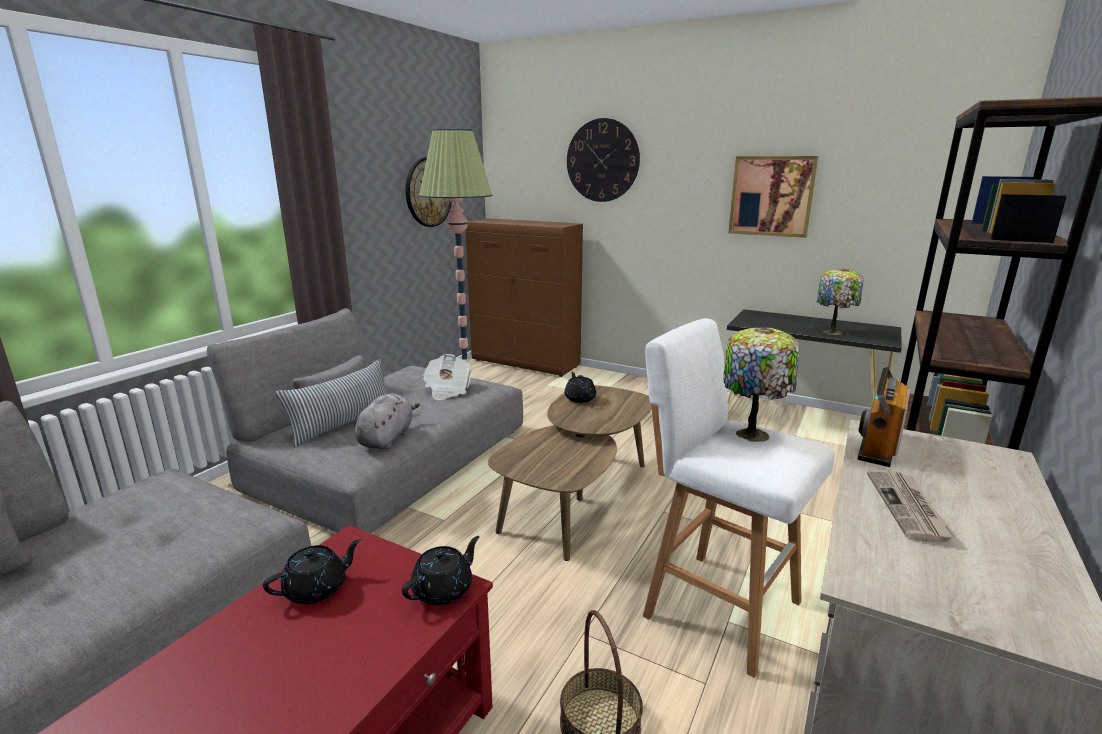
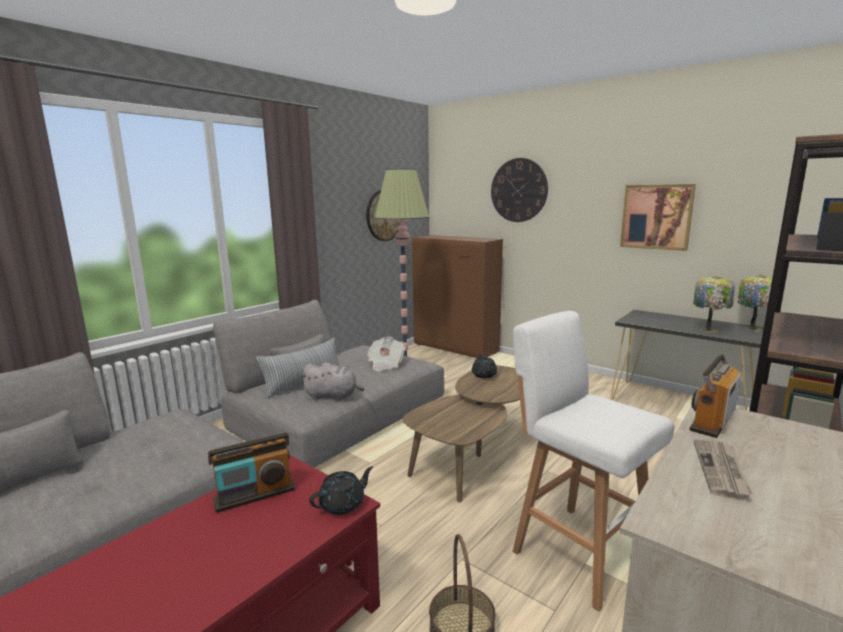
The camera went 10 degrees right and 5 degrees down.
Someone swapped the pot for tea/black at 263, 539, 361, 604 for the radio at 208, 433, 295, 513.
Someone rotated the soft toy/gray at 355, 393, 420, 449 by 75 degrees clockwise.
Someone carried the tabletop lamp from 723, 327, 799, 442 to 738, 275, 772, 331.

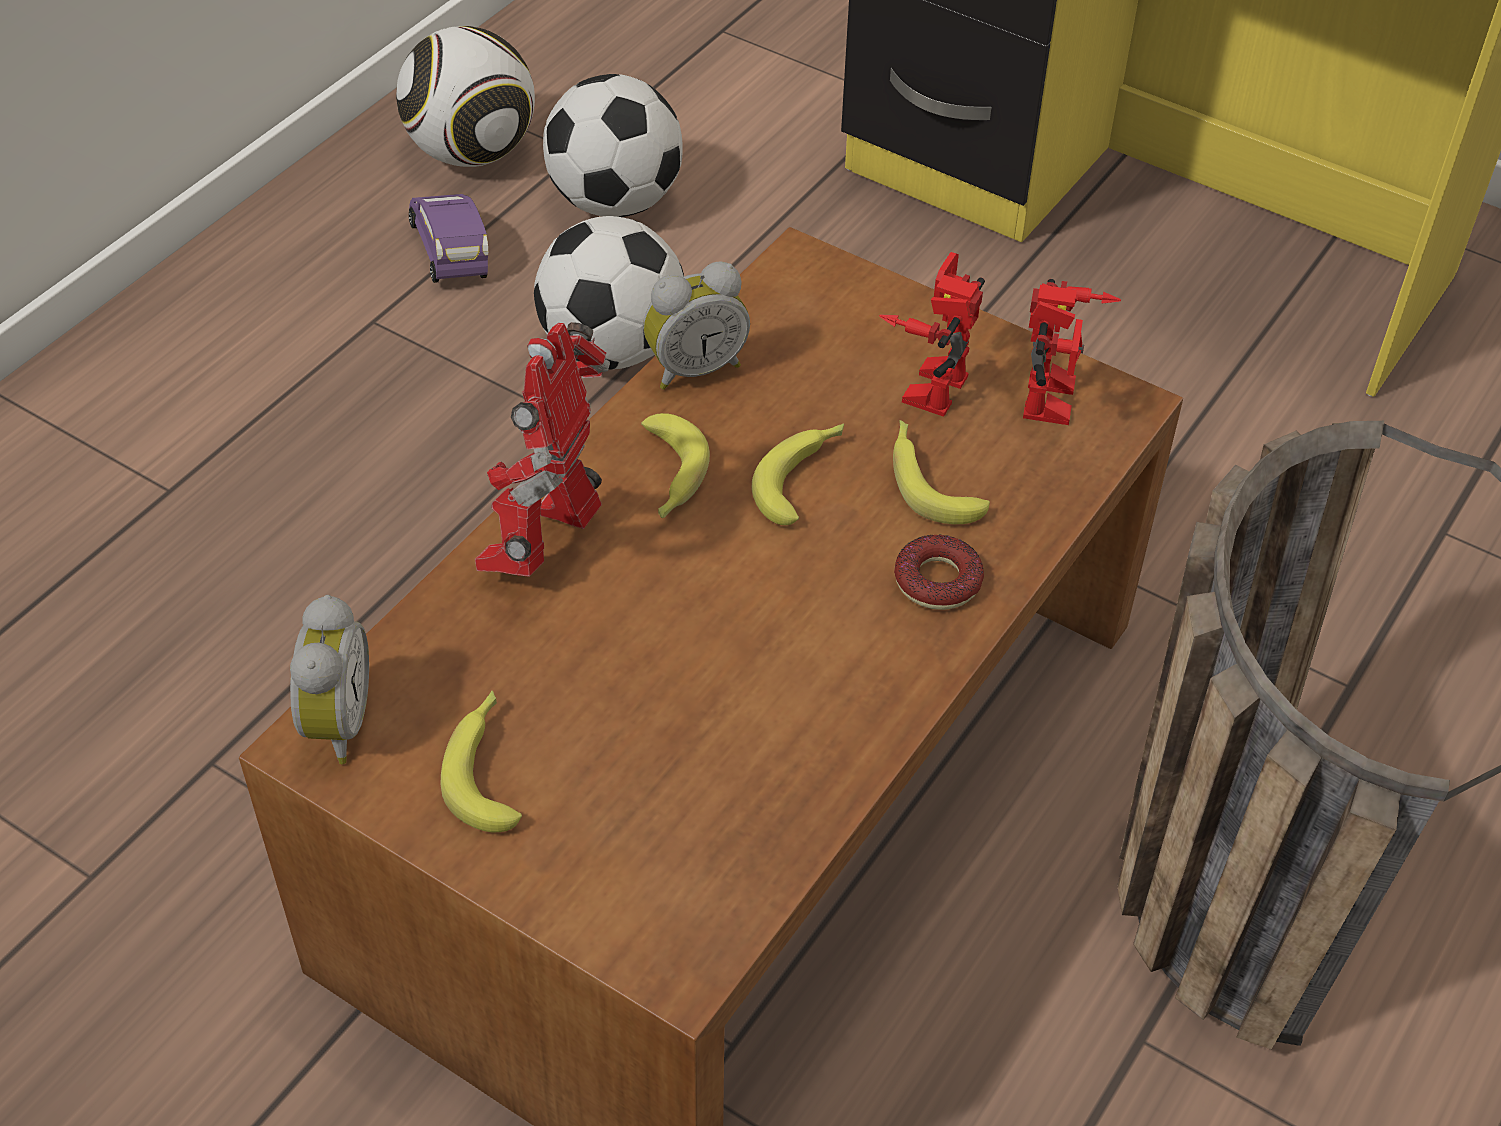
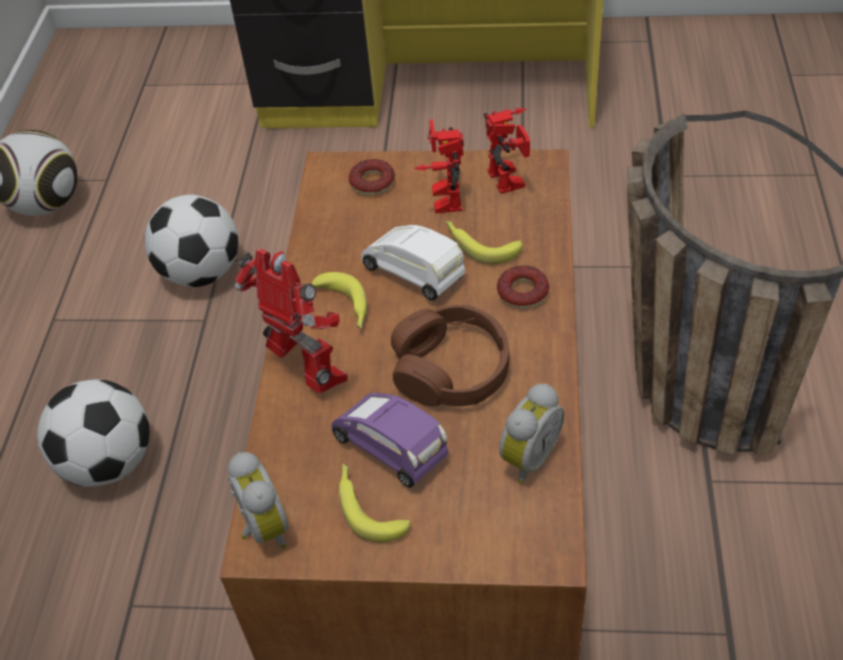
The camera went 25 degrees left and 0 degrees up.
Someone carried the football ball from 543, 74, 683, 217 to 37, 379, 150, 487.
Someone rotated the model robot at 475, 322, 610, 577 by 135 degrees clockwise.
Someone carried the toy car/purplish from 409, 194, 488, 283 to 331, 393, 448, 488.
Someone put down the ring doughnut at 349, 159, 395, 196.
Someone swapped the whole banana at 751, 424, 844, 525 for the toy car/white at 361, 225, 465, 301.
Someone put down the pair of headphones/brown-coloured at 391, 305, 510, 406.
Someone carried the table clock from 643, 261, 750, 390 to 499, 384, 564, 484.

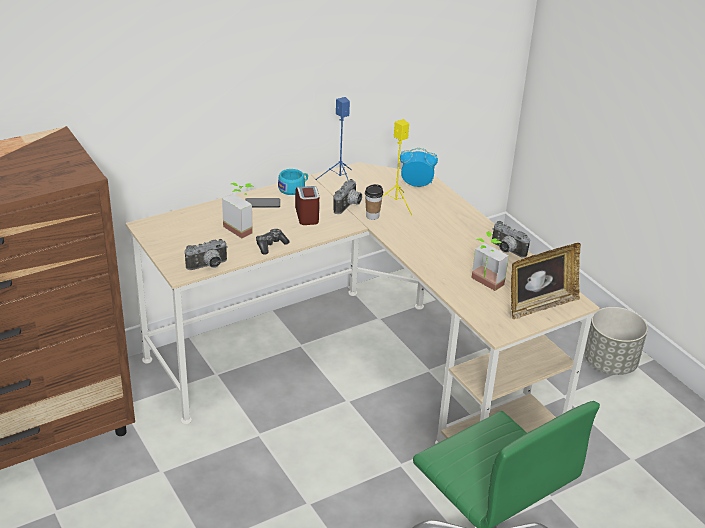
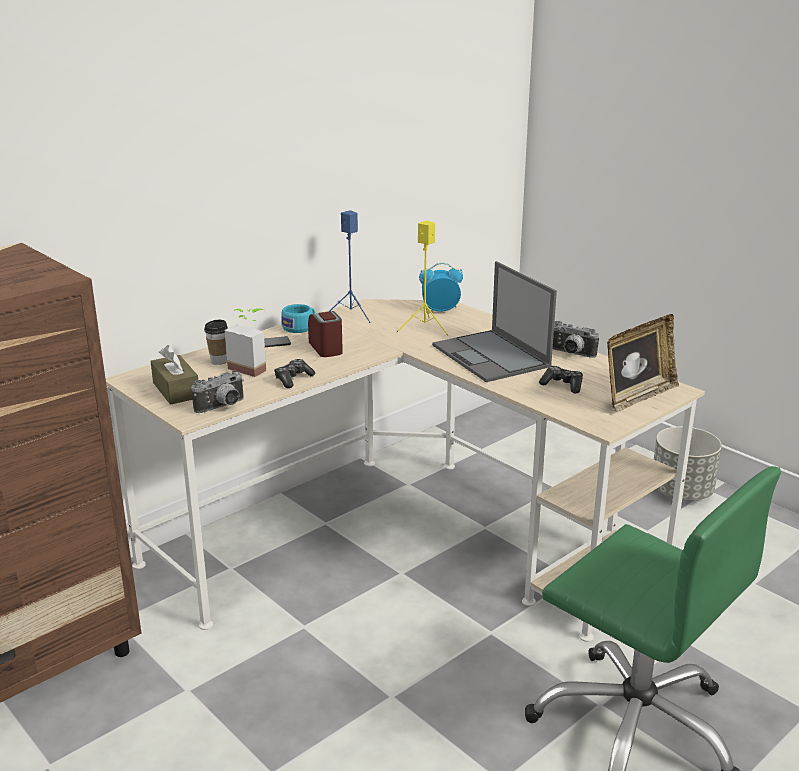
The camera went 10 degrees left and 10 degrees down.
Someone put down the tissue holder/brown-coloured at 151, 345, 198, 405.
Someone carried the small cup from 365, 184, 383, 220 to 204, 320, 228, 365.
Someone put down the portable computer at 432, 261, 557, 382.
Someone swapped the plant in a pot at 471, 231, 509, 291 for the joypad at 539, 366, 583, 394.
Someone took away the photo camera at 333, 179, 362, 214.

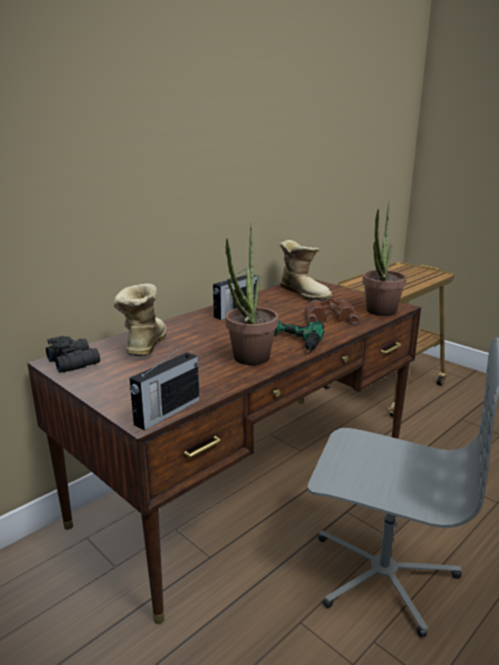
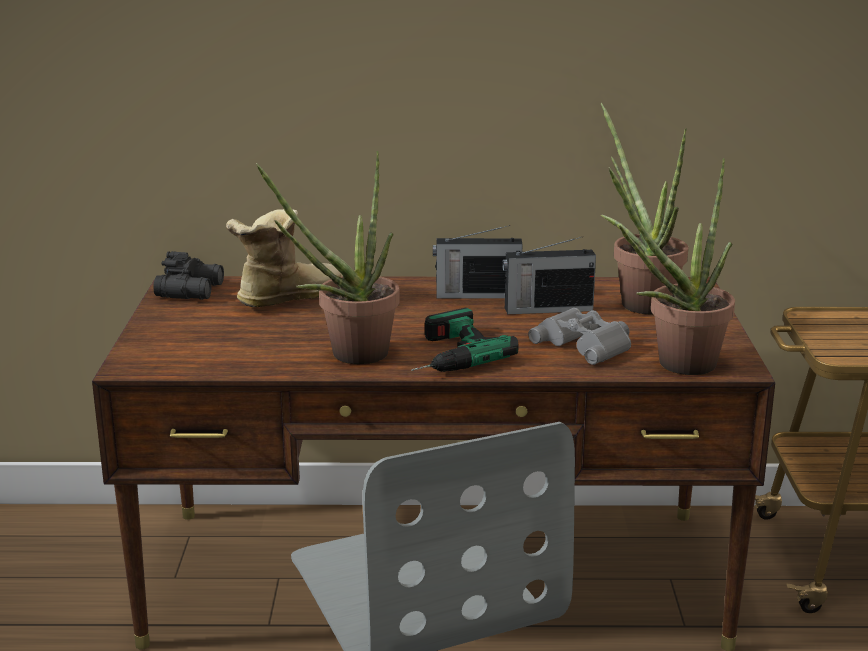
The camera went 45 degrees right and 0 degrees up.
Someone carried the radio from 130, 344, 200, 430 to 502, 237, 596, 314.
Someone repainted the field glasses/brown-coloured at 305, 298, 358, 324, which became the field glasses/gray at 528, 308, 631, 365.
Someone swapped the boot at 279, 240, 332, 302 for the plant in a pot at 601, 103, 688, 314.

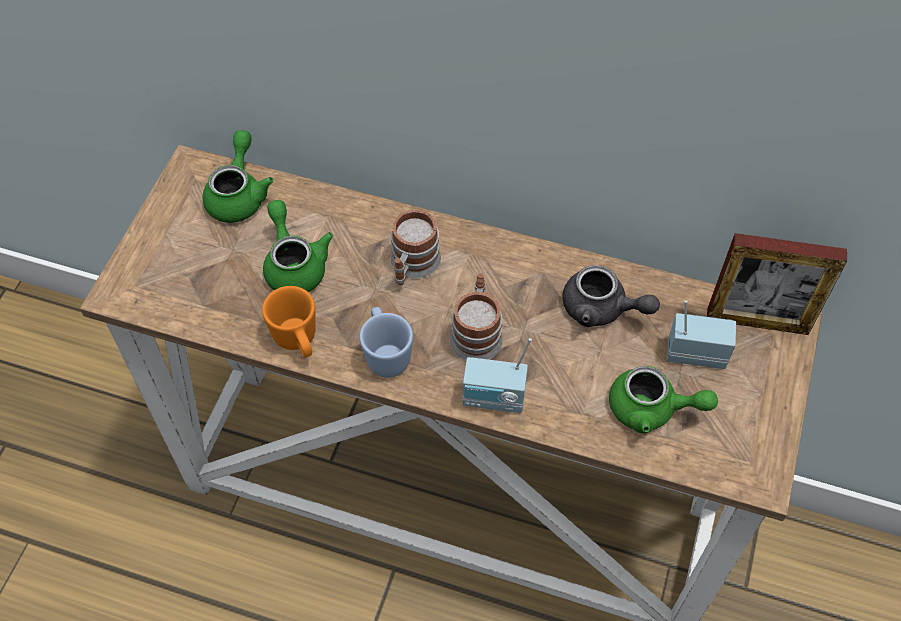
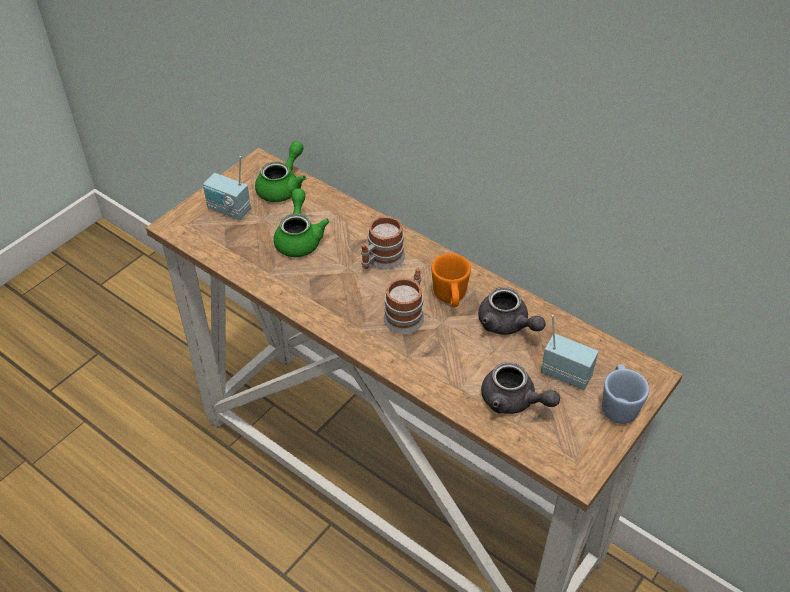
The camera went 20 degrees right and 10 degrees down.
Someone carried the radio from 463, 338, 532, 413 to 203, 156, 251, 220.
Someone carried the tea mug/orange-coloured from 262, 286, 316, 358 to 431, 253, 471, 307.
Someone repainted the pot for tea/greenish at 609, 366, 718, 433, which became the pot for tea/gray at 481, 362, 560, 414.
Someone carried the tea mug/bluish from 359, 307, 413, 378 to 602, 364, 649, 424.
Someone took away the standing frame at 707, 233, 847, 335.

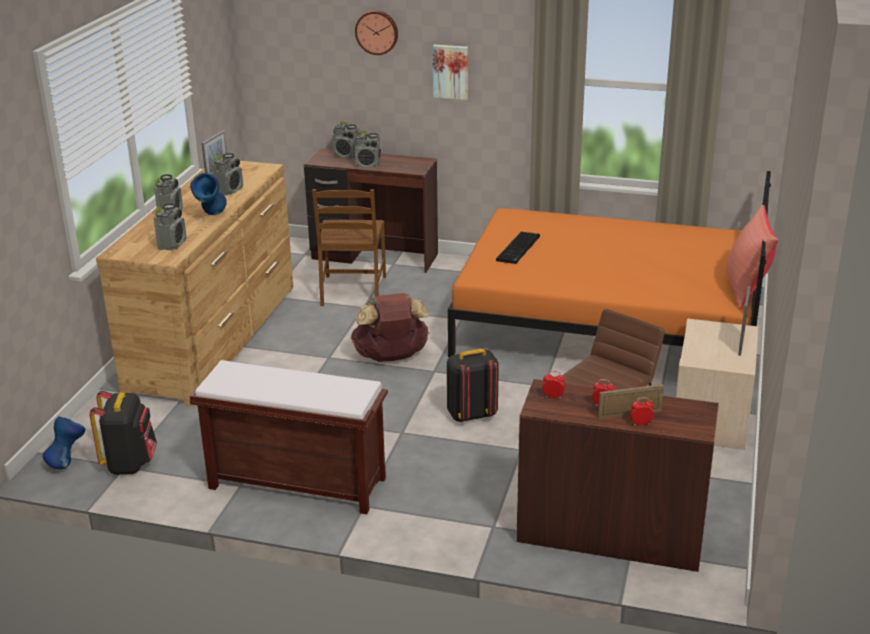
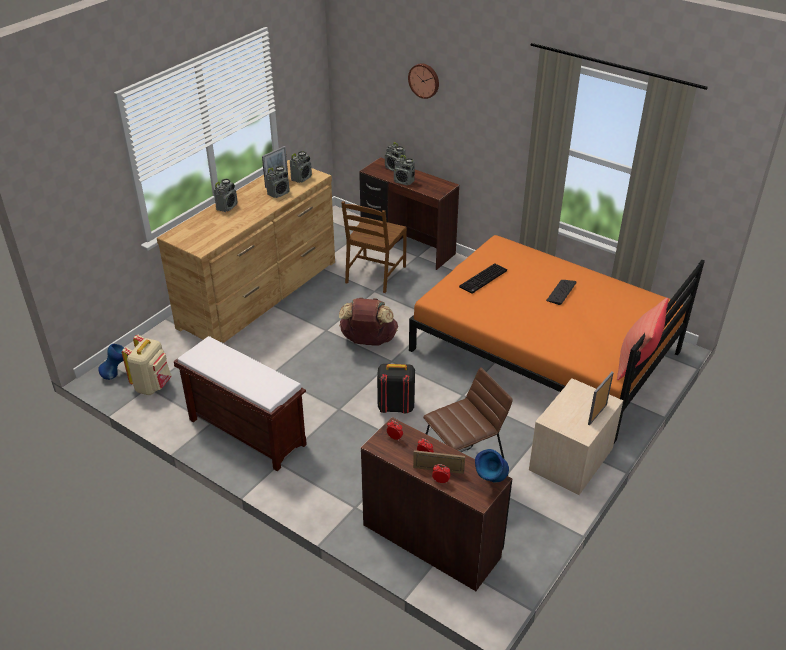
The camera went 20 degrees right and 10 degrees up.
Someone repainted the rucksack/black at 90, 391, 157, 475, which became the rucksack/sand-coloured at 122, 335, 172, 395.
Someone carried the radio from 154, 203, 187, 250 to 290, 151, 312, 183.
Someone carried the flower vase/bluish from 190, 173, 227, 215 to 475, 449, 509, 483.
Someone put down the keyboard at 546, 280, 577, 305.
Someone took away the wall art at 433, 45, 468, 100.

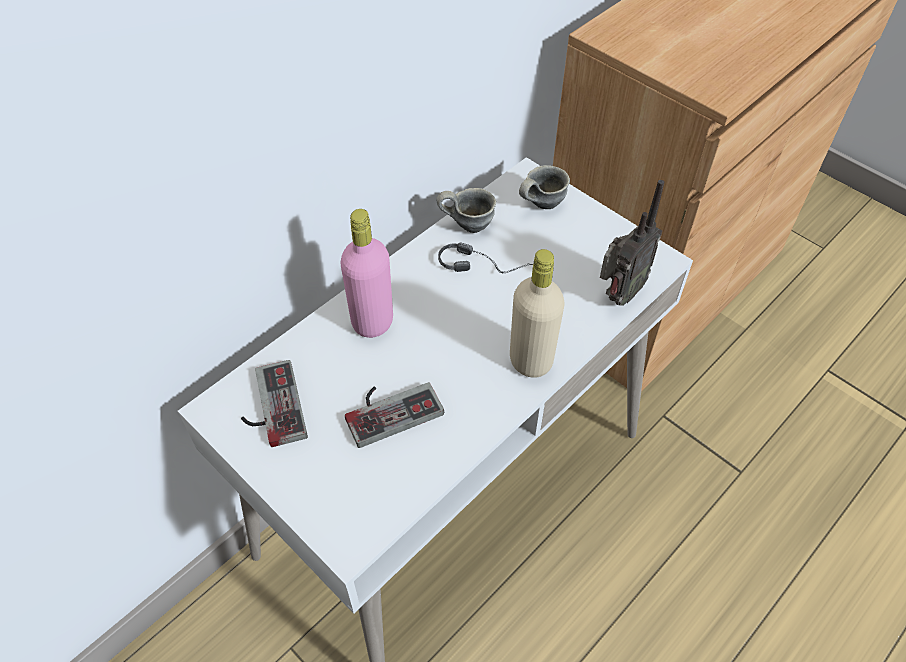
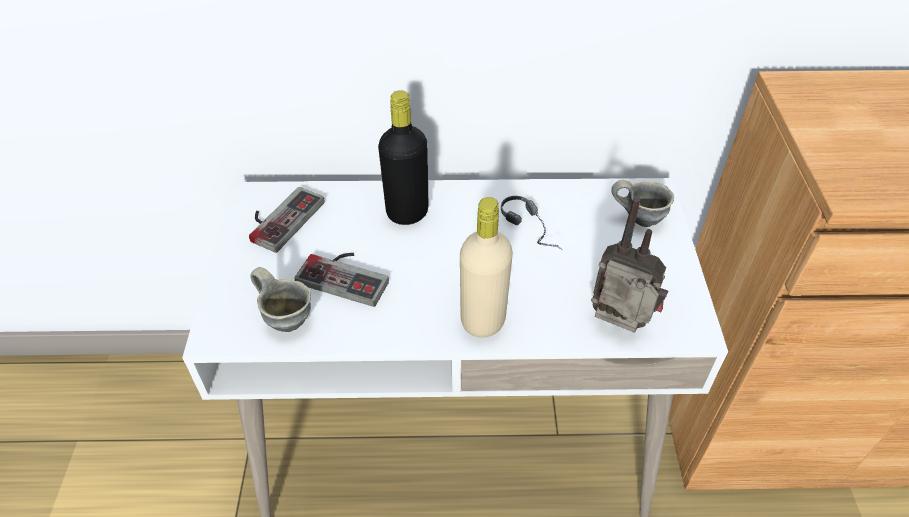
The camera went 45 degrees right and 5 degrees down.
Someone carried the tea mug/gray from 436, 188, 496, 233 to 250, 267, 311, 332.
Someone repainted the bottle/pink at 340, 209, 393, 338, which became the bottle/black at 378, 91, 428, 225.
Someone rotated the radio at 600, 180, 664, 306 by 150 degrees counterclockwise.

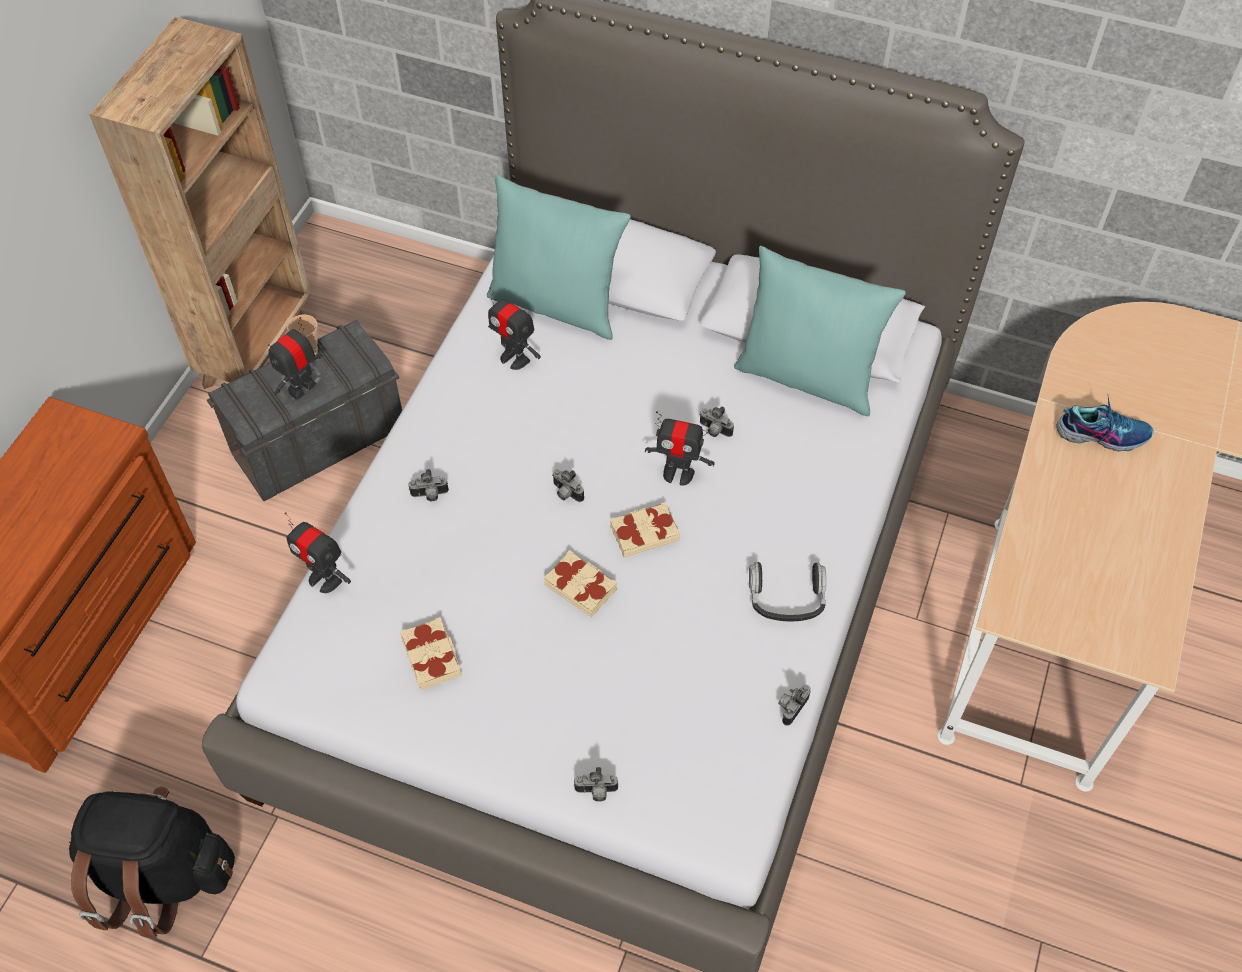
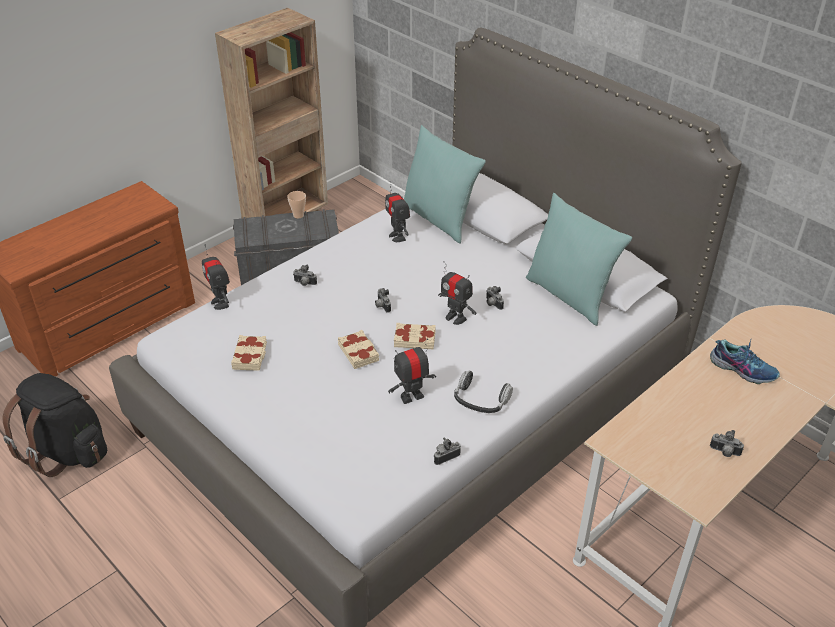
The camera went 25 degrees right and 15 degrees down.
Someone carried the model robot from 268, 317, 323, 400 to 388, 339, 436, 404.
Someone carried the photo camera from 574, 767, 618, 801 to 710, 430, 744, 457.

